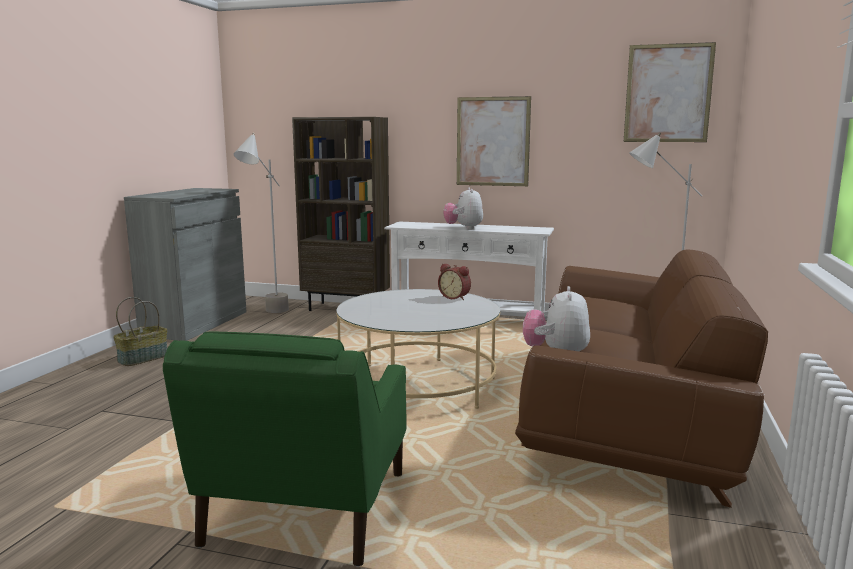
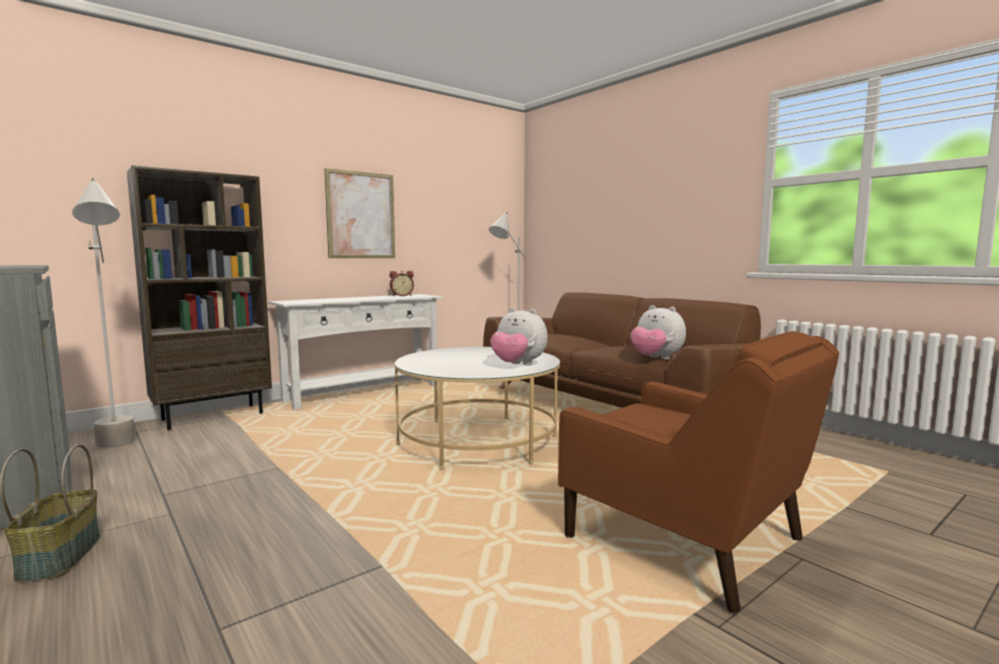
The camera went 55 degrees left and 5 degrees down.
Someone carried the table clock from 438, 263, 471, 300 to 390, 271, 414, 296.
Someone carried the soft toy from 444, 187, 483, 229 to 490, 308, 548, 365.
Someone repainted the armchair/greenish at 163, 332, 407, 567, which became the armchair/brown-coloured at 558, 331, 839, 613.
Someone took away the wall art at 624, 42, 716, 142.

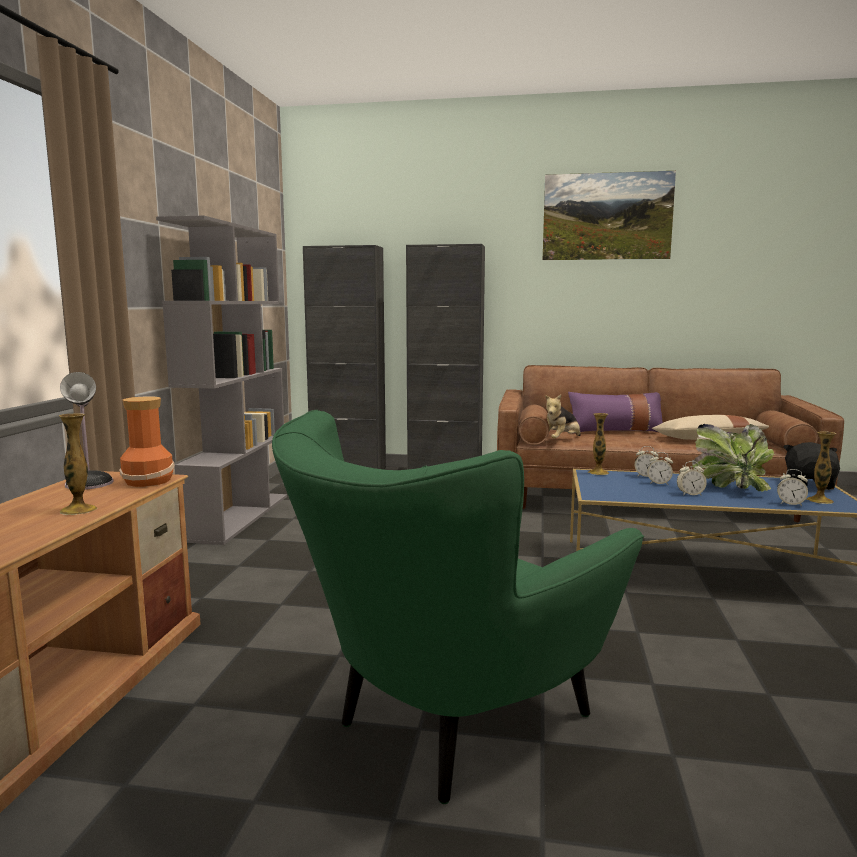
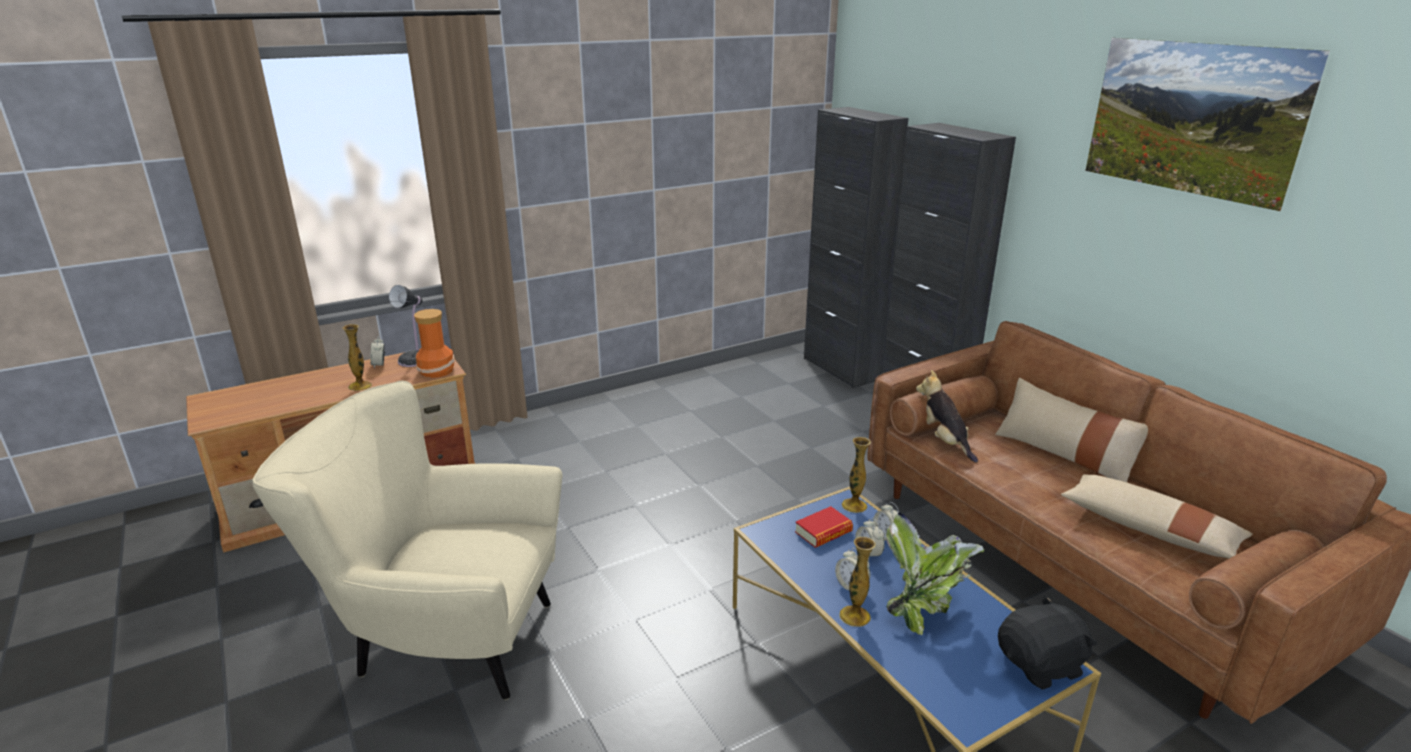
The camera went 50 degrees right and 15 degrees up.
Someone repainted the armchair/greenish at 272, 410, 644, 804, which became the armchair/sand-coloured at 252, 381, 562, 700.
Someone carried the table clock from 777, 469, 808, 506 to 370, 336, 386, 368.
Someone put down the bound book at 795, 506, 853, 548.
Someone carried the flower vase from 806, 431, 836, 504 to 840, 537, 876, 627.
Someone rotated the soft toy at 545, 395, 581, 439 by 60 degrees clockwise.
Someone repainted the throw pillow/purplish at 568, 392, 663, 434, which became the throw pillow/sand-coloured at 995, 378, 1148, 482.
Someone took away the shelving unit/gray at 156, 215, 287, 545.

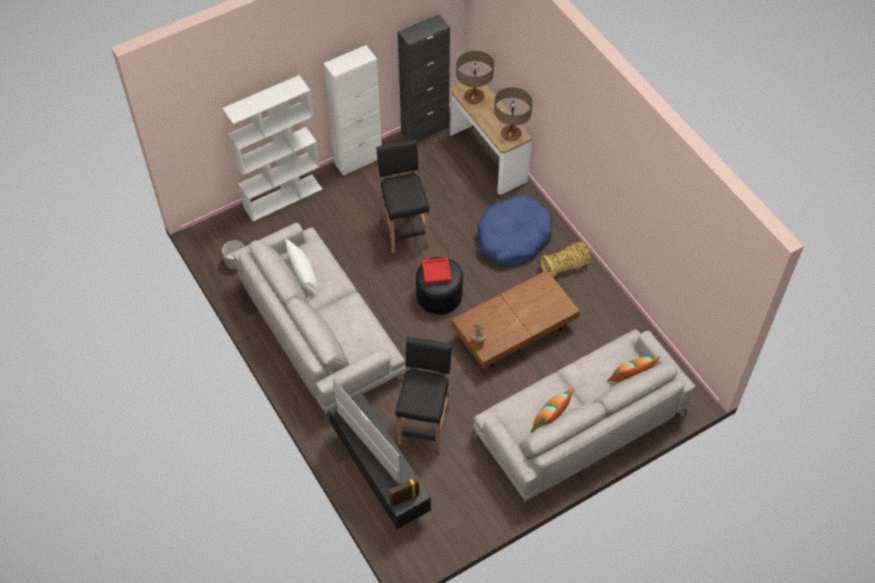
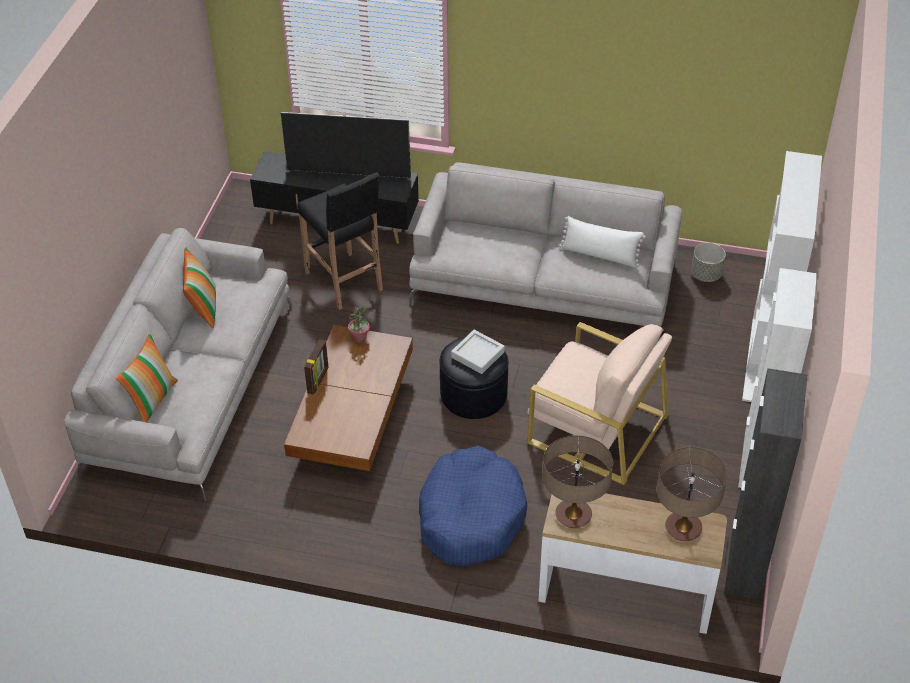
The camera went 135 degrees right and 10 degrees down.
Someone carried the standing frame from 389, 477, 419, 507 to 304, 339, 329, 395.
Someone repainted the tray/red at 422, 258, 451, 285, which became the tray/gray at 451, 330, 505, 374.
Someone swapped the sitting stool/black at 376, 139, 429, 255 for the armchair/sand-coloured at 527, 322, 672, 485.
Someone took away the household basket at 540, 242, 591, 277.

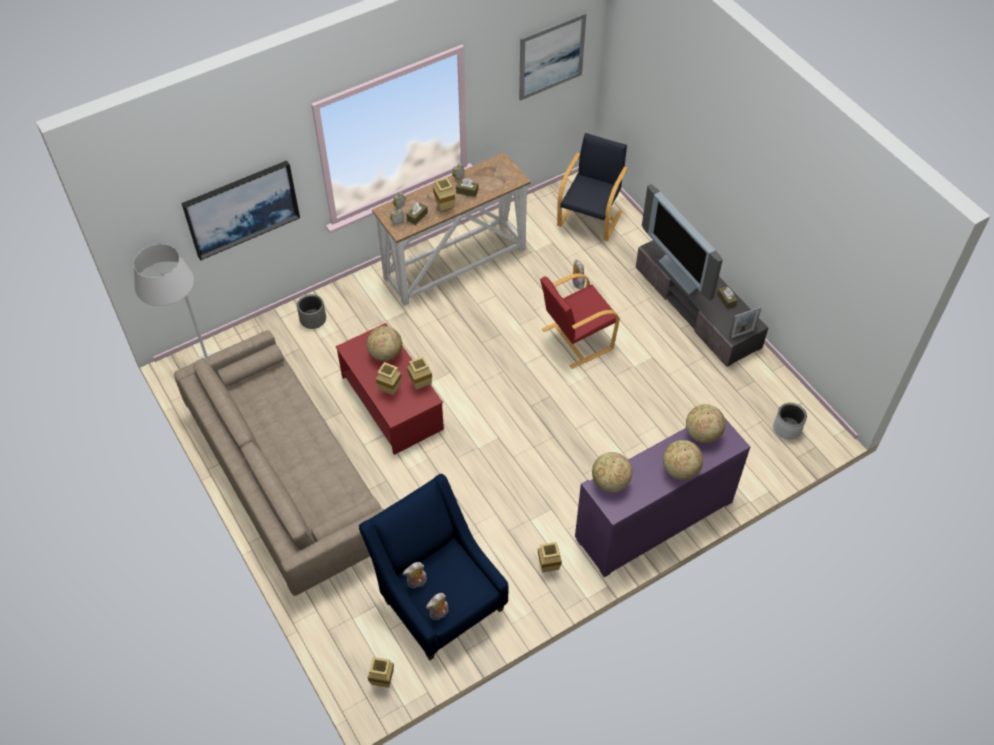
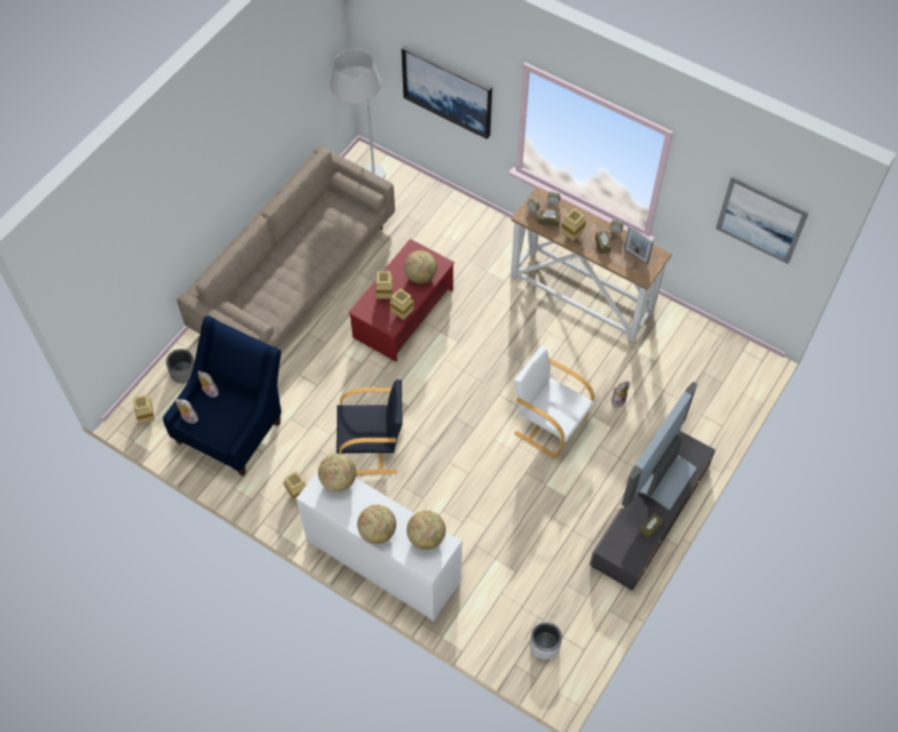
The camera went 65 degrees right and 5 degrees up.
Someone carried the planter/gray from 297, 294, 326, 329 to 166, 349, 194, 384.
Someone repainted the cupboard/purplish at 575, 417, 750, 577, which became the cupboard/white at 296, 471, 462, 622.
Someone carried the armchair/black from 557, 133, 628, 241 to 336, 380, 403, 475.
Someone repainted the armchair/red at 540, 274, 620, 369, which became the armchair/white at 514, 346, 595, 459.
Someone carried the standing frame from 729, 307, 762, 340 to 624, 226, 653, 265.

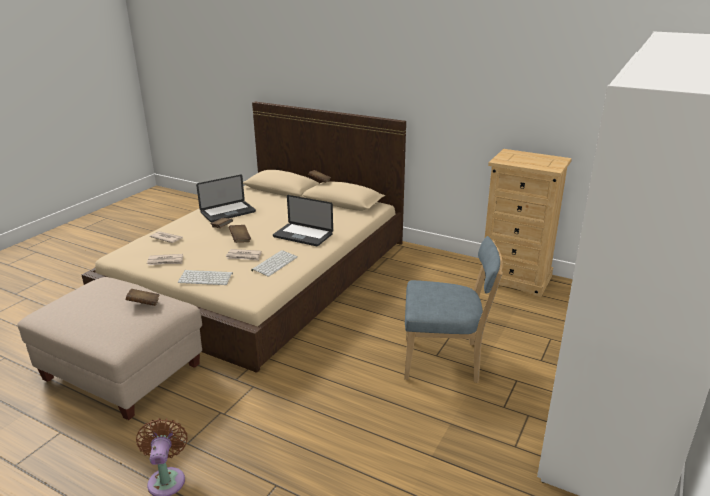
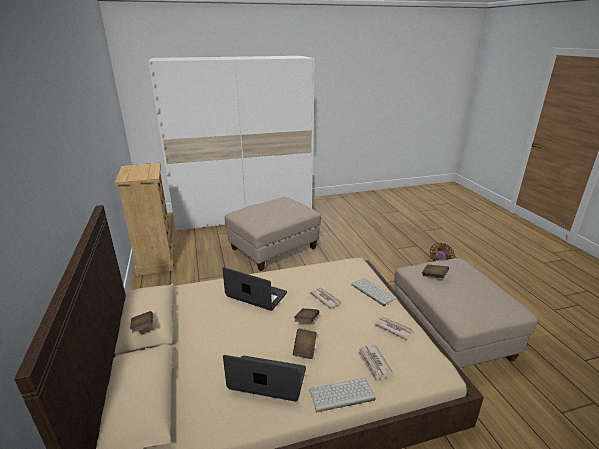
The camera went 135 degrees left and 0 degrees up.
Someone rotated the portable computer at 273, 195, 333, 246 by 45 degrees counterclockwise.
Someone swapped the upright chair/bluish at 404, 236, 503, 383 for the footrest/sand-coloured at 225, 197, 321, 271.
Someone carried the keyboard from 251, 250, 298, 277 to 309, 378, 376, 412.

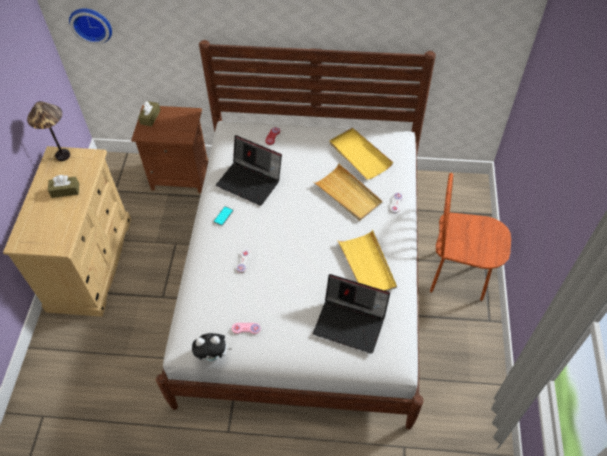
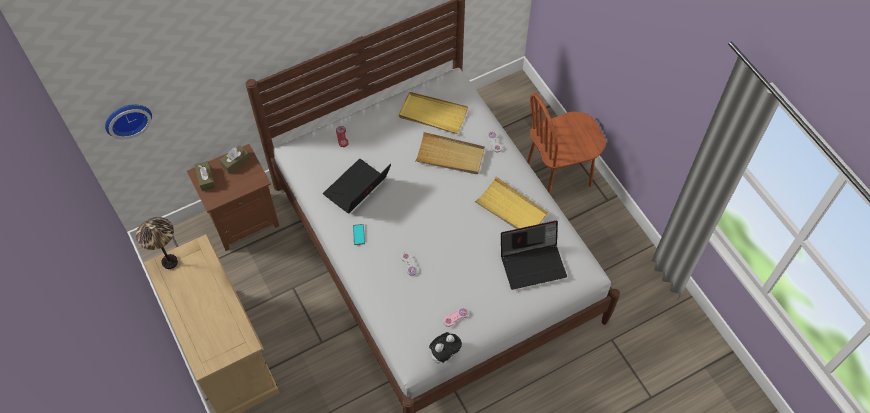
The camera went 35 degrees left and 5 degrees up.
Someone carried the tissue holder/brown-coloured from 48, 175, 79, 198 to 219, 145, 250, 174.
Someone rotated the portable computer at 216, 135, 282, 206 by 135 degrees clockwise.

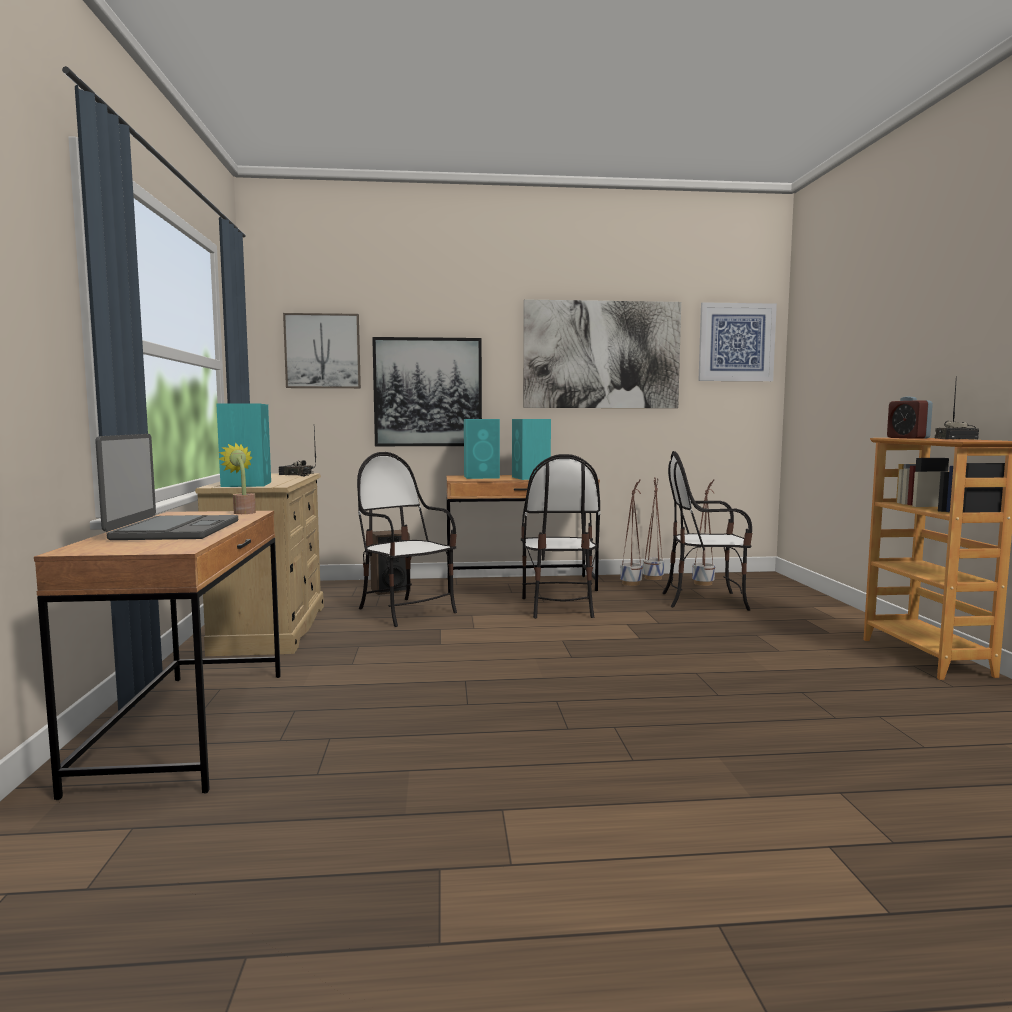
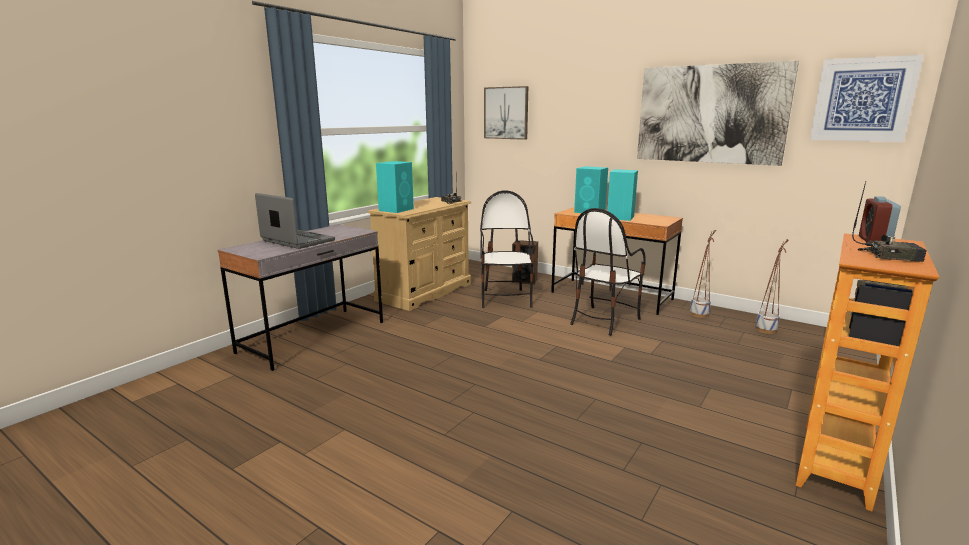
The camera went 40 degrees right and 10 degrees up.
Someone repainted the desk/brown-coloured at 34, 511, 281, 800, which became the desk/gray at 218, 224, 383, 371.
Someone rotated the portable computer at 95, 434, 238, 540 by 90 degrees counterclockwise.
Someone rotated the radio at 935, 376, 979, 439 by 120 degrees counterclockwise.
Someone took away the plant in a pot at 219, 442, 256, 514.
Someone took away the wall art at 372, 337, 482, 446.
Someone took away the planter at 643, 477, 664, 580.
Someone took away the upright chair at 662, 451, 752, 611.

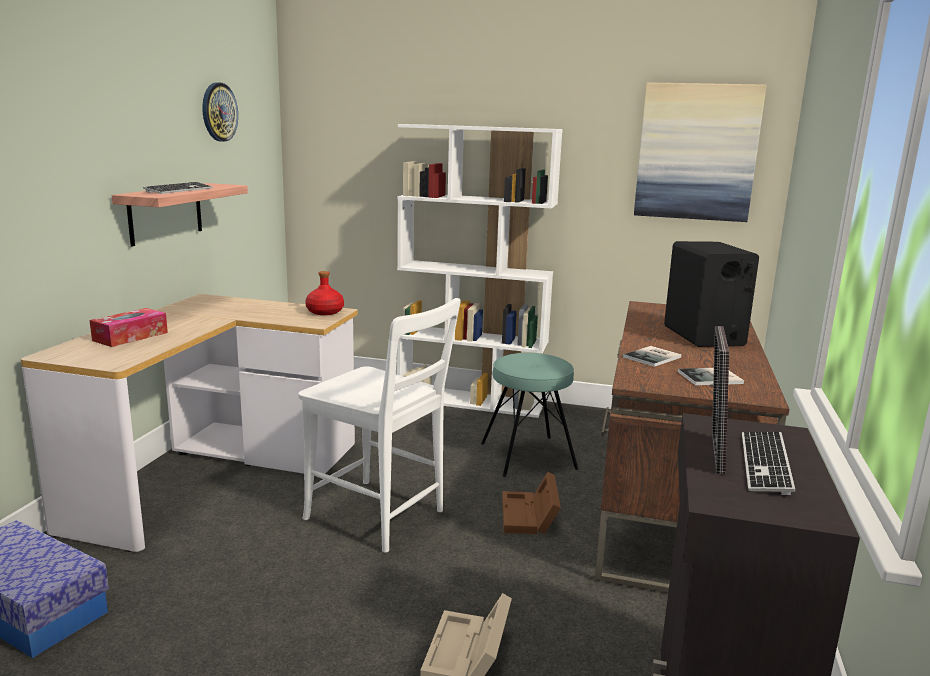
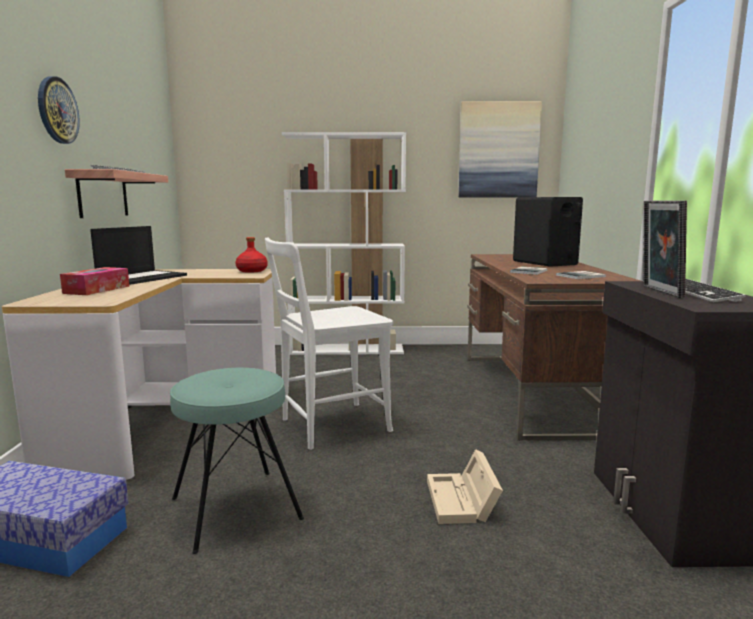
The camera went 15 degrees left and 5 degrees down.
Someone carried the clock on the wall from 202, 82, 238, 142 to 38, 76, 80, 144.
Someone put down the portable computer at 90, 226, 187, 285.
Someone carried the sitting stool/blue-green from 481, 353, 579, 477 to 170, 368, 304, 554.
Someone rotated the upright chair/white at 298, 298, 460, 553 by 135 degrees clockwise.
Someone took away the storage box/brown-coloured at 502, 472, 561, 534.

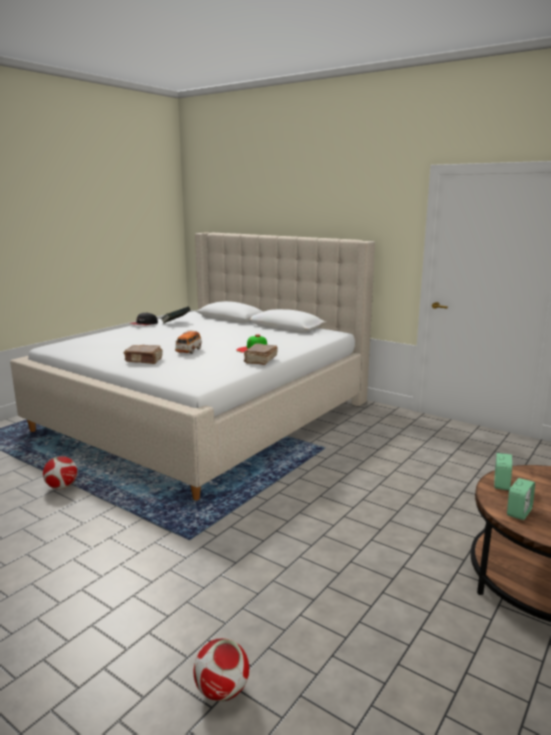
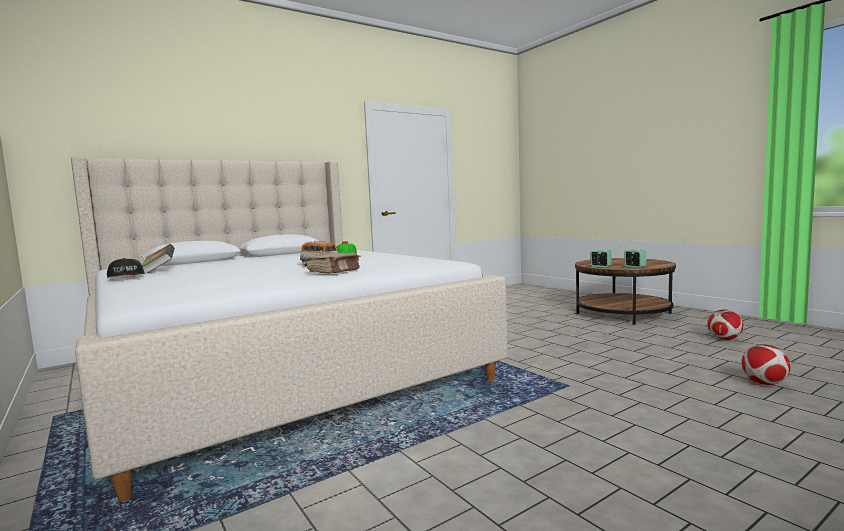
The camera went 70 degrees left and 10 degrees down.
Someone carried the football ball from 43, 456, 78, 489 to 708, 309, 743, 340.
Someone took away the bound book/brown-coloured at 244, 343, 278, 365.

